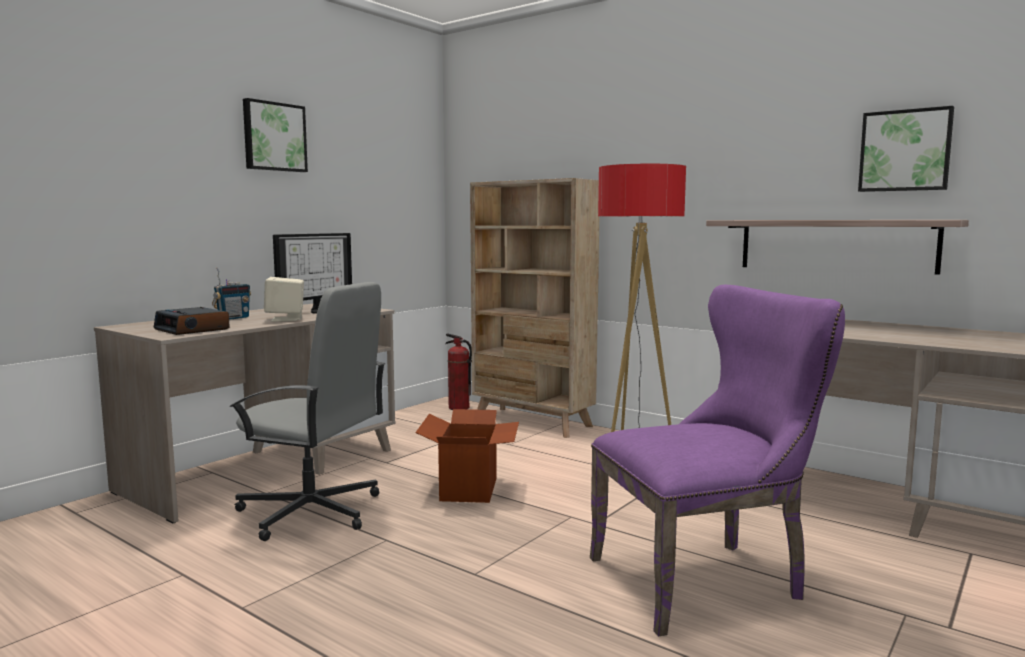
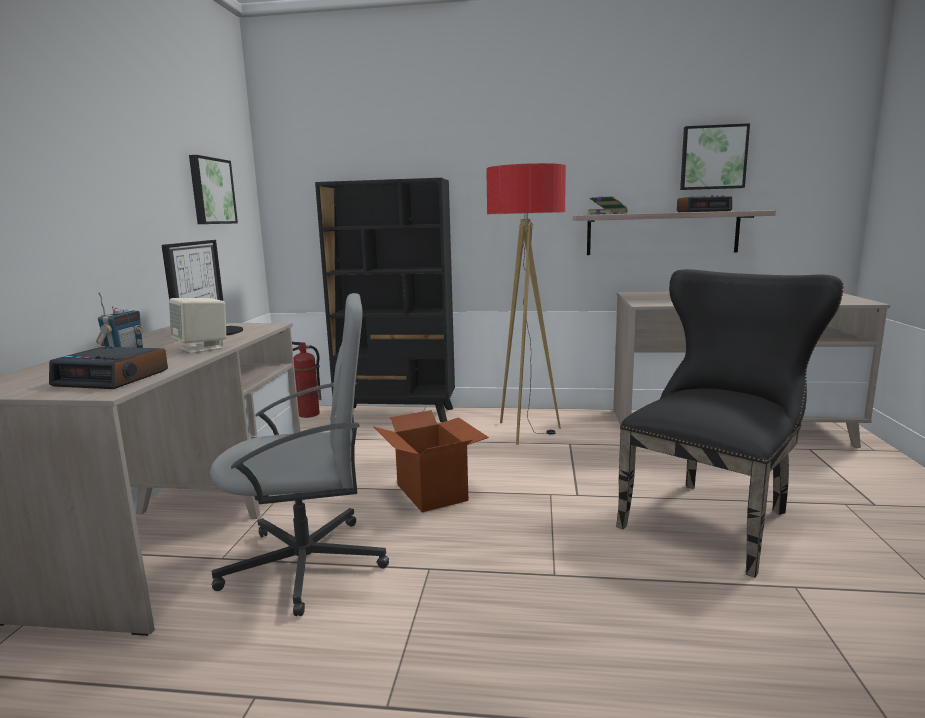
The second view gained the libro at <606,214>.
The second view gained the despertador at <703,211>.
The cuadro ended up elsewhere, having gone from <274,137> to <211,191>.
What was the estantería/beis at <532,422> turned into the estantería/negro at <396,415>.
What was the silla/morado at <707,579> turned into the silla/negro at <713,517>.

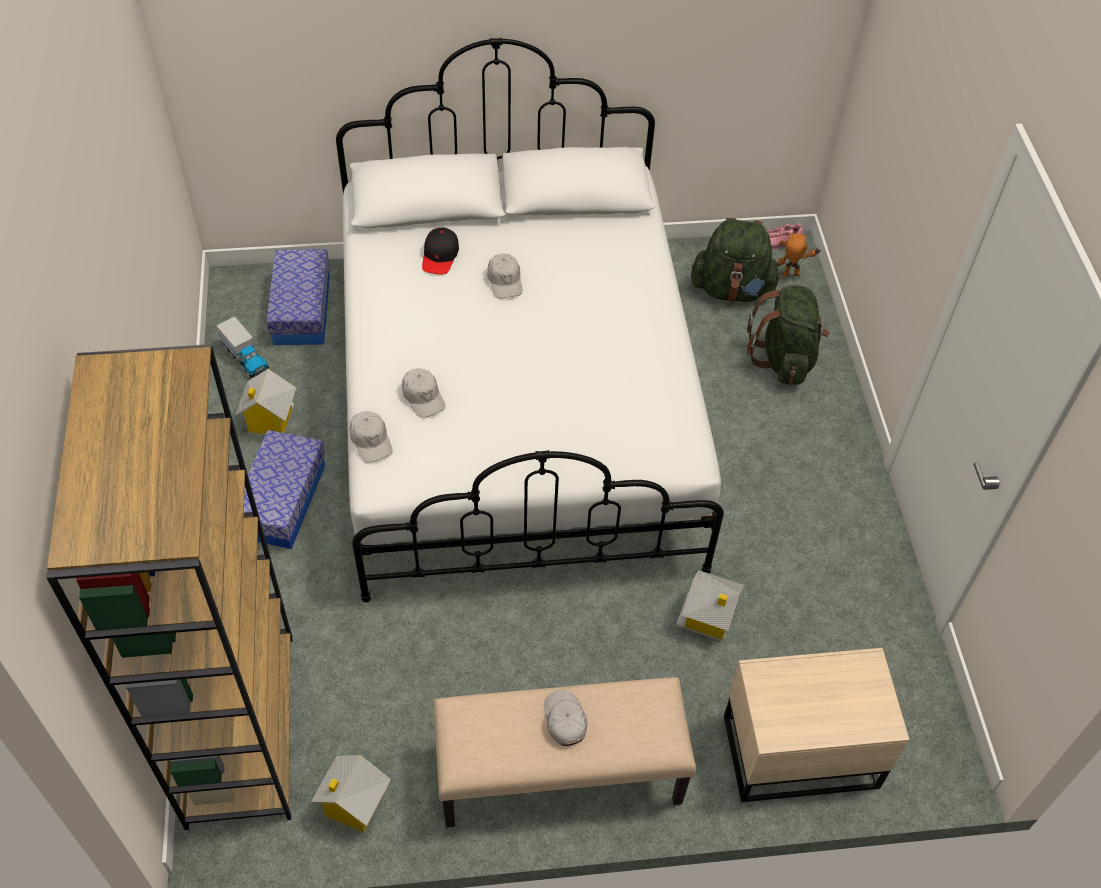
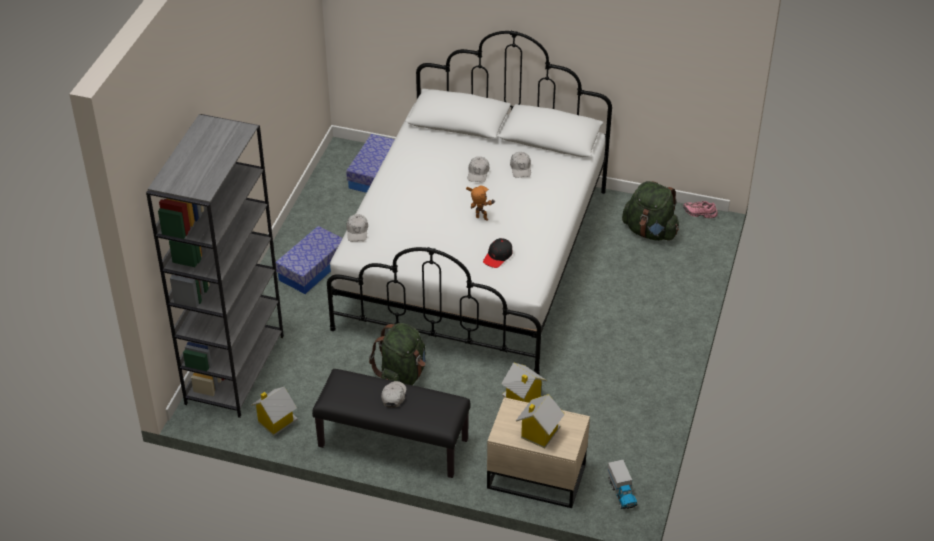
The camión de juguete ended up elsewhere, having gone from <246,358> to <622,492>.
The casita ended up elsewhere, having gone from <270,421> to <539,433>.
The gorra/blanco ended up elsewhere, having gone from <423,397> to <521,168>.
The gorra/negro ended up elsewhere, having gone from <440,256> to <498,256>.
The mochila/verde ended up elsewhere, having gone from <784,358> to <401,376>.
The robot de juguete ended up elsewhere, having gone from <792,277> to <481,220>.
What was the estantería/marrón at <240,727> turned into the estantería/gris at <234,369>.
What was the banco/beis at <559,775> turned into the banco/negro at <392,443>.

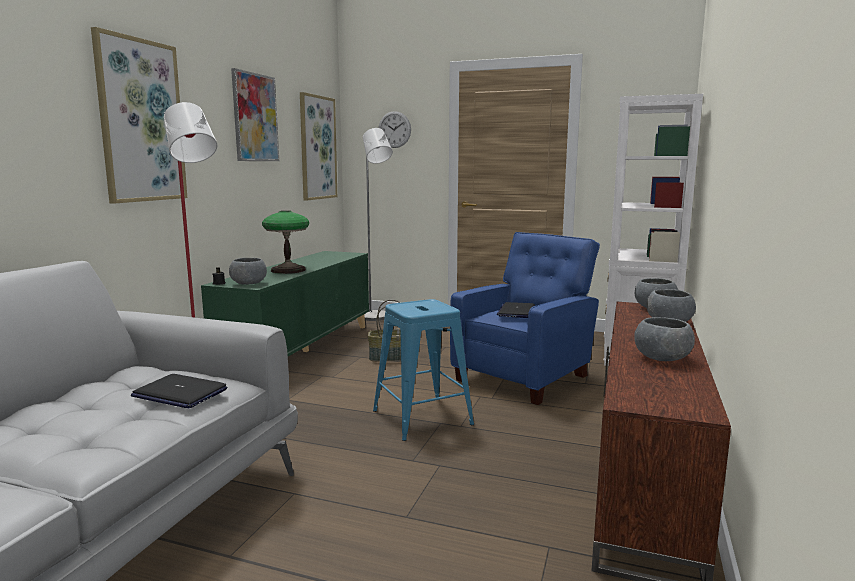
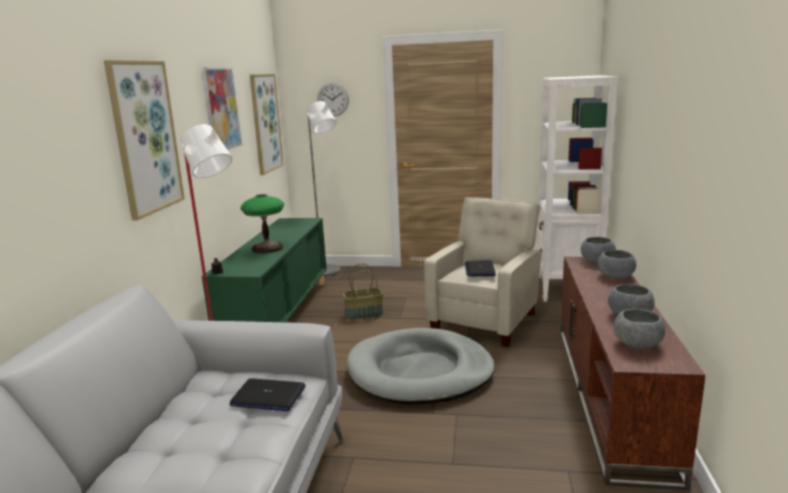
The cuenco/gris ended up elsewhere, having gone from <249,284> to <637,345>.
Where the taburete/azul stood at <421,417>, the cama para perro/gris came to stand at <420,371>.
What was the sillón/azul at <525,377> turned into the sillón/beis at <486,320>.

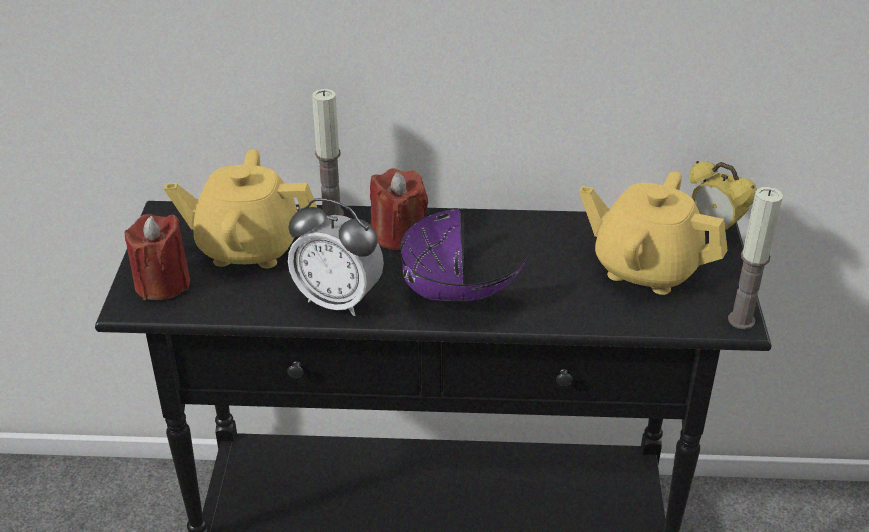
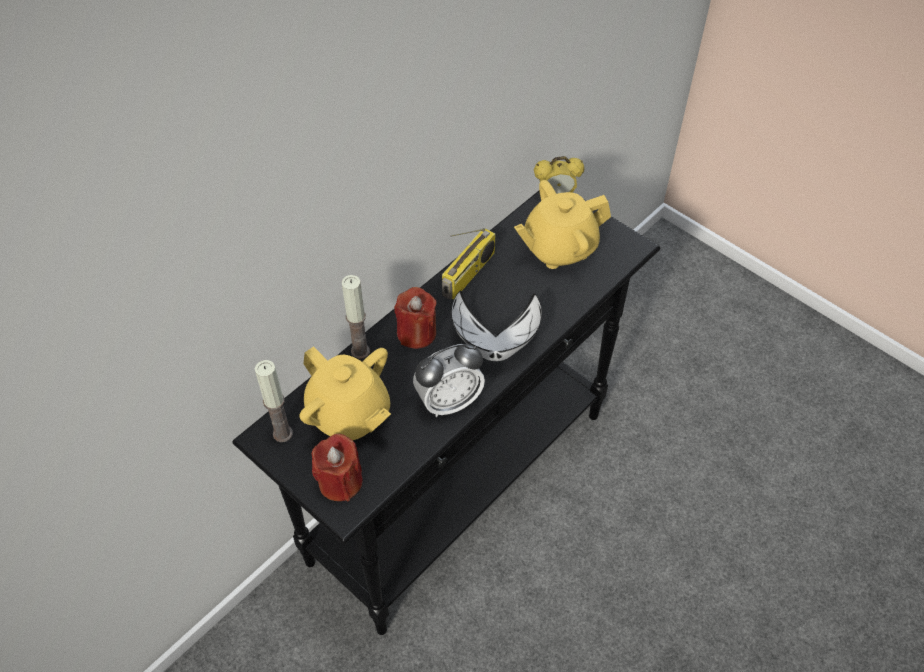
The second view gained the radio at <468,274>.
The vela ended up elsewhere, having gone from <741,320> to <283,433>.
What was the cuenco/morado at <453,293> turned into the cuenco/blanco at <496,344>.
The tetera/amarillo at <248,247> ended up facing another way, 90 degrees counterclockwise from before.

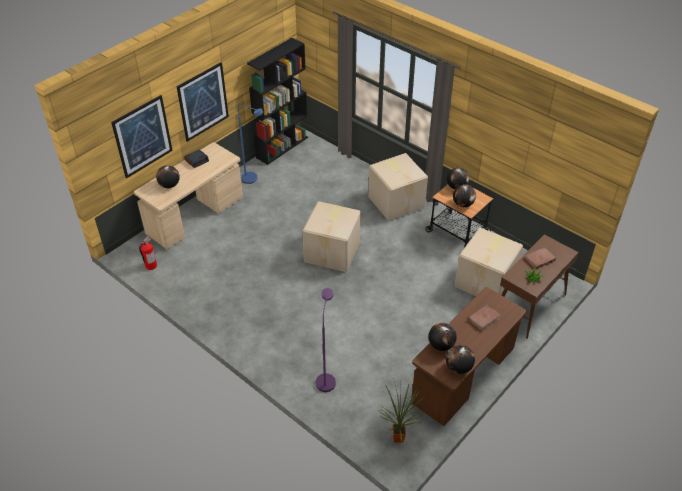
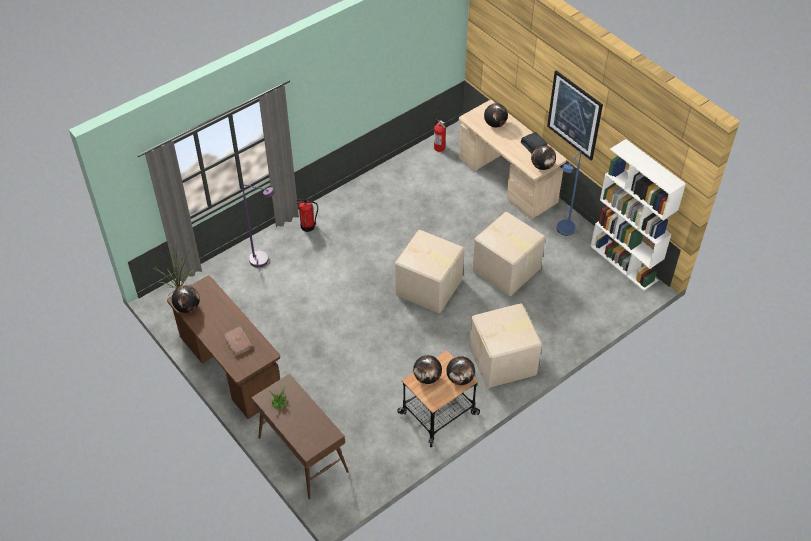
The second view lost the cuadro at <142,136>.
The second view lost the libro/marrón at <539,259>.
The second view gained the extintor at <308,226>.
The globo terráqueo ended up elsewhere, having gone from <441,345> to <542,166>.
The caja de cartón ended up elsewhere, having gone from <486,281> to <506,270>.
What was the estantería/negro at <282,147> turned into the estantería/blanco at <624,263>.

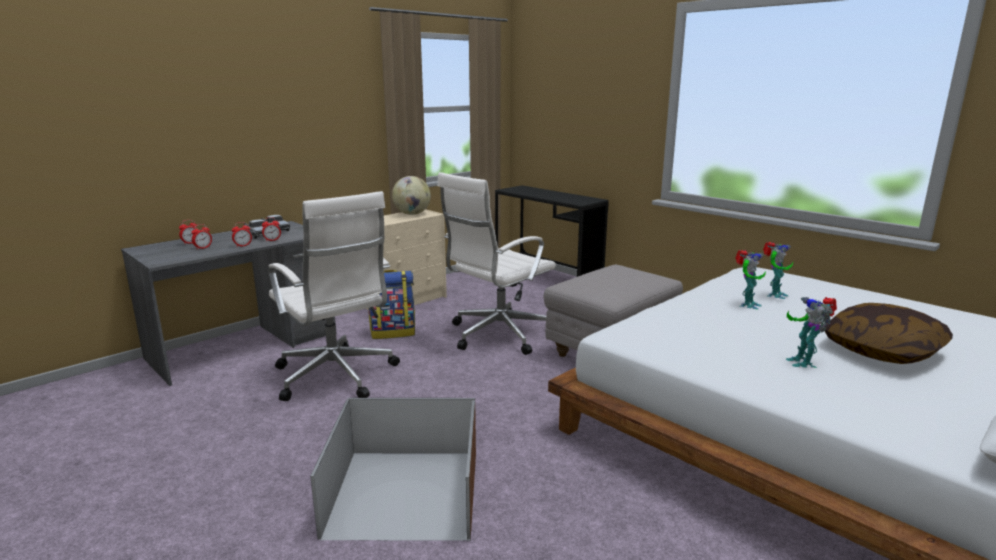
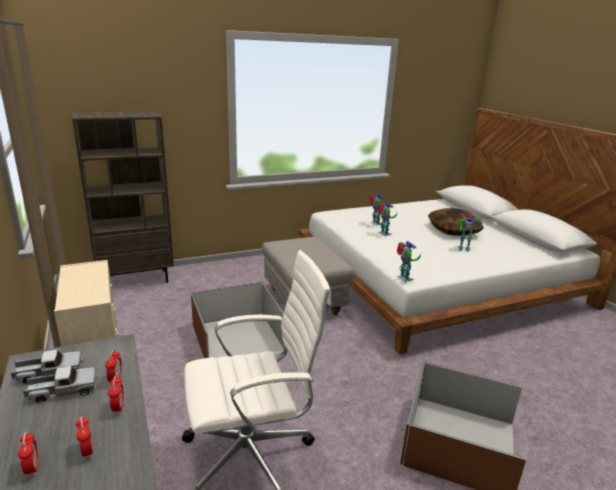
The second view lost the mochila at <393,332>.
The second view lost the globo terráqueo at <412,214>.
The second view gained the robot de juguete at <404,279>.
Where the silla de oficina/blanco stood at <497,335>, the caja de almacenaje/marrón came to stand at <236,338>.
Where the escritorio/negro stood at <547,276>, the estantería/marrón came to stand at <137,280>.

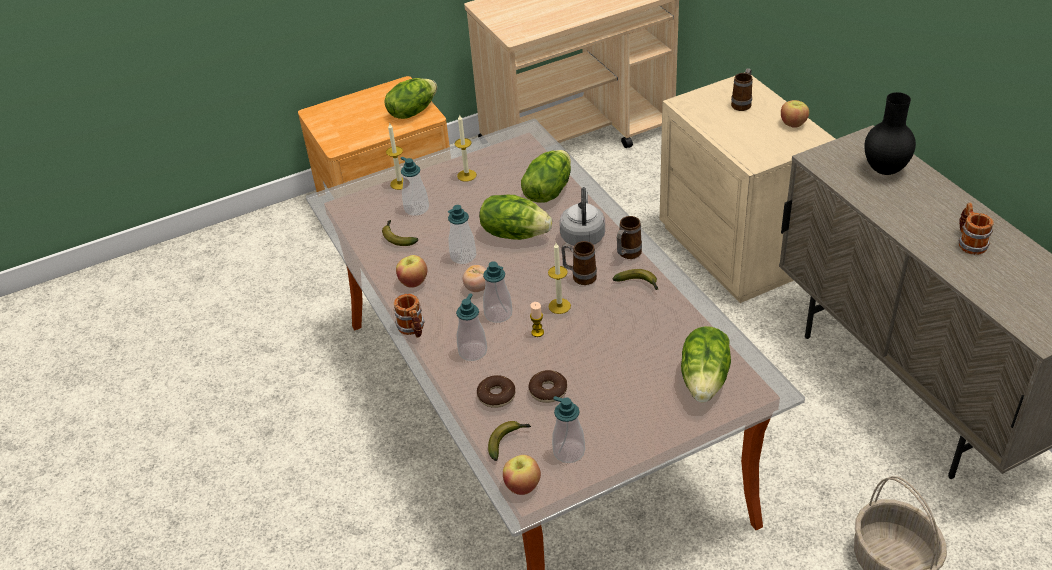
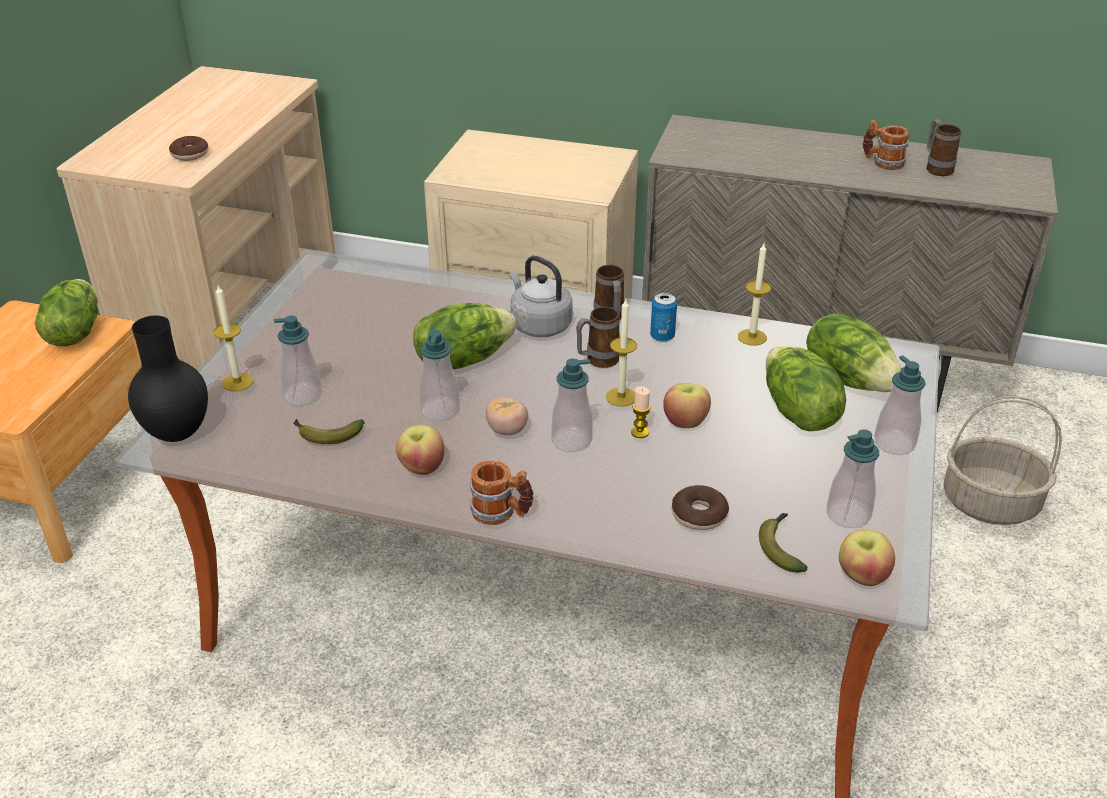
The vela ended up elsewhere, having gone from <466,175> to <752,337>.
The dispensador de jabón ended up elsewhere, having gone from <472,351> to <894,443>.
The lechuga ended up elsewhere, having gone from <547,191> to <797,412>.
The rosquilla ended up elsewhere, having gone from <548,391> to <190,154>.
The taza grande ended up elsewhere, having gone from <742,103> to <936,168>.
The manzana ended up elsewhere, having gone from <793,123> to <685,421>.
The florero/negro ended up elsewhere, having gone from <884,169> to <176,433>.
Where the plátano stood at <639,284>, the lata came to stand at <662,336>.

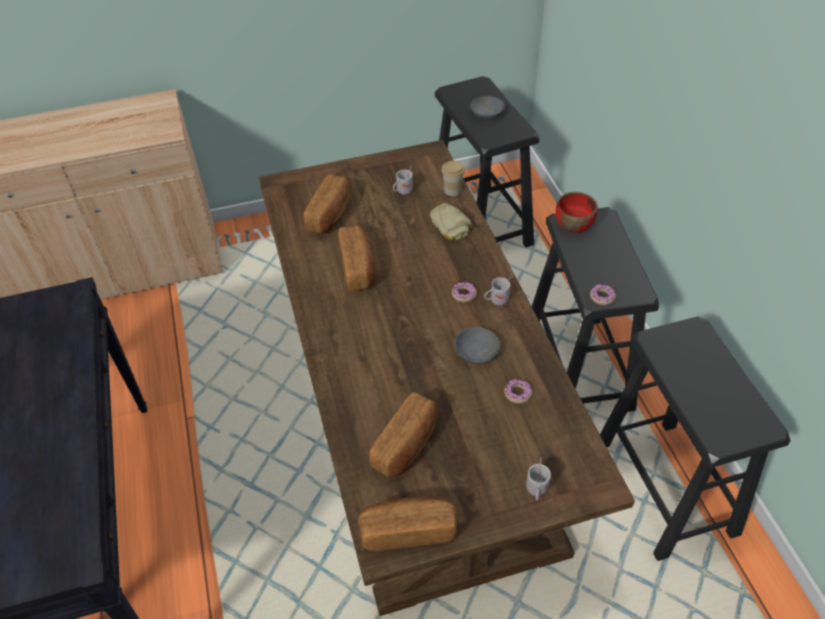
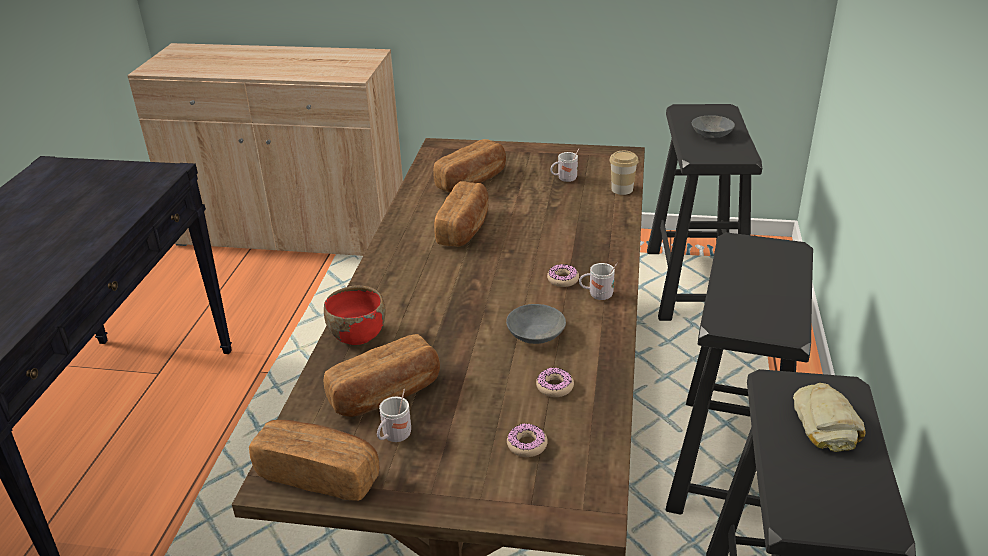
The pan ended up elsewhere, having gone from <450,225> to <826,423>.
The taza grande/blanco ended up elsewhere, having gone from <536,491> to <394,437>.
The cuenco/rojo ended up elsewhere, having gone from <573,225> to <357,335>.
The rosquilla ended up elsewhere, having gone from <602,297> to <527,445>.

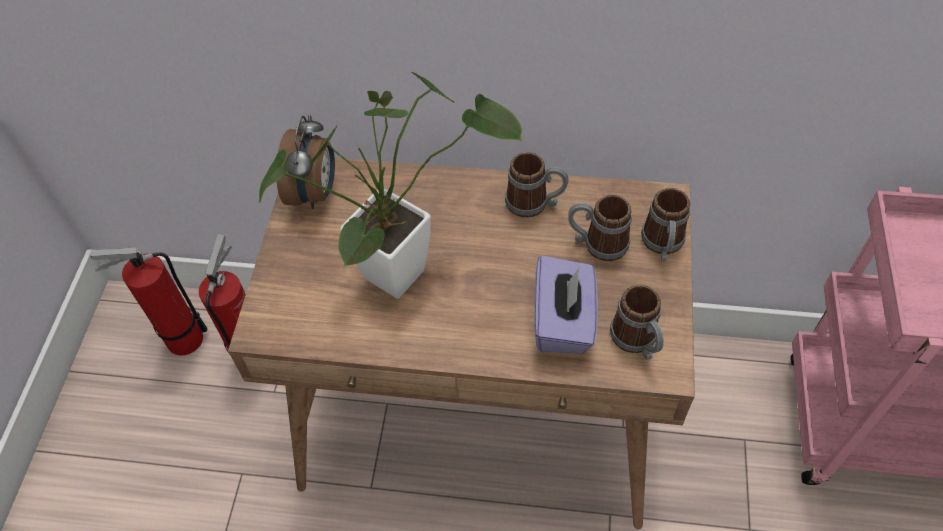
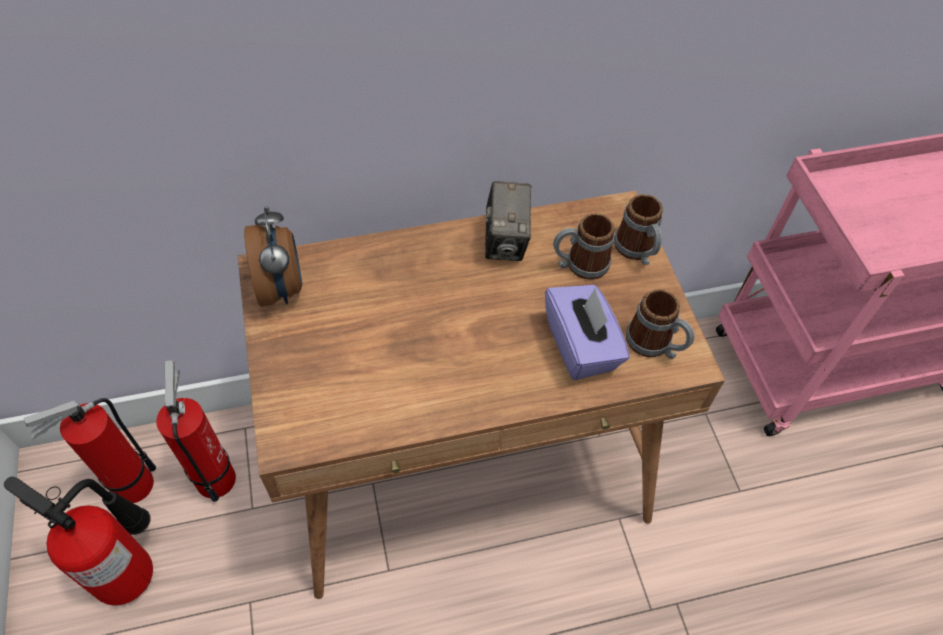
The second view lost the planta en maceta at <404,266>.
The second view gained the extintor at <129,568>.
Where the taza grande stood at <535,203>, the cámara came to stand at <505,242>.

